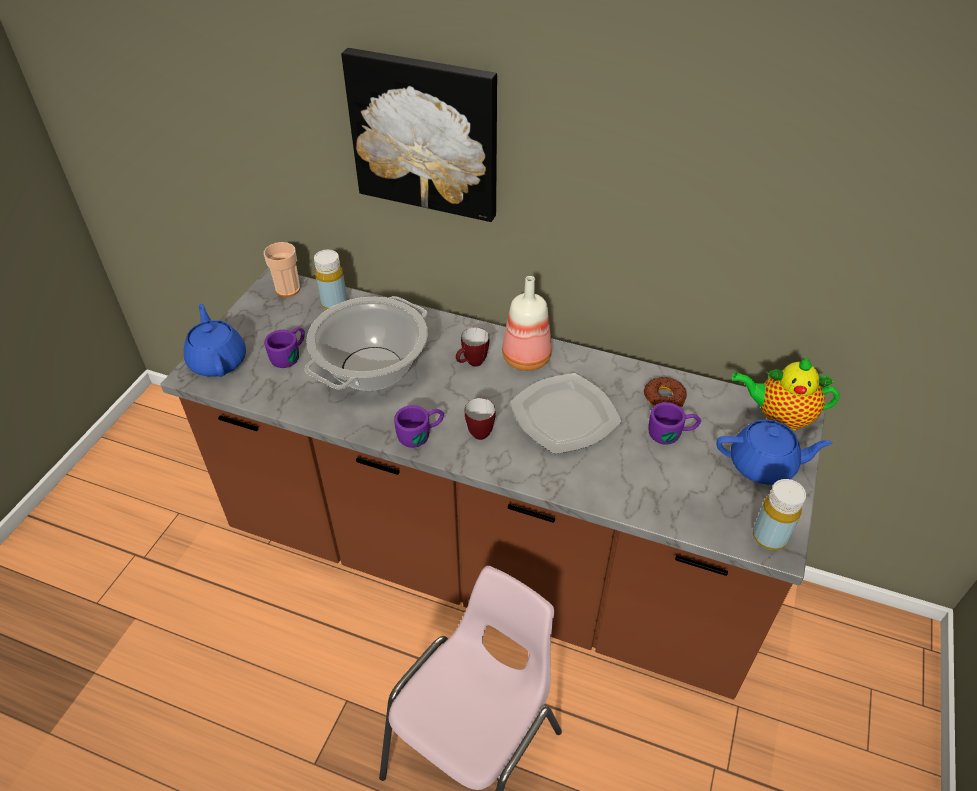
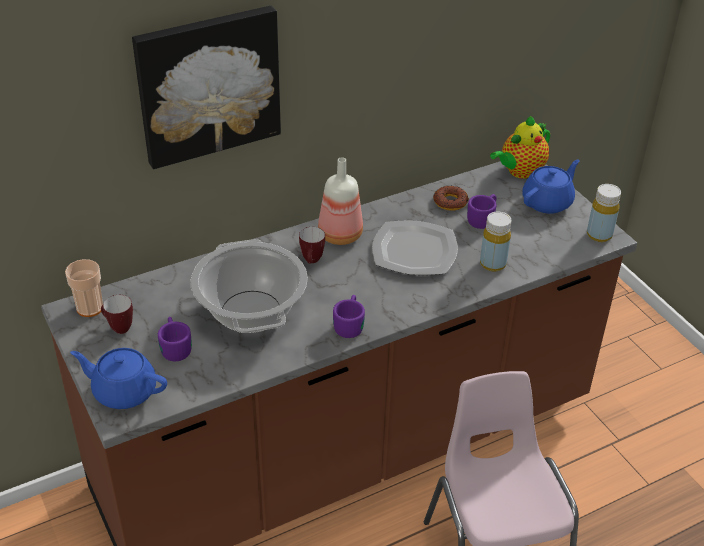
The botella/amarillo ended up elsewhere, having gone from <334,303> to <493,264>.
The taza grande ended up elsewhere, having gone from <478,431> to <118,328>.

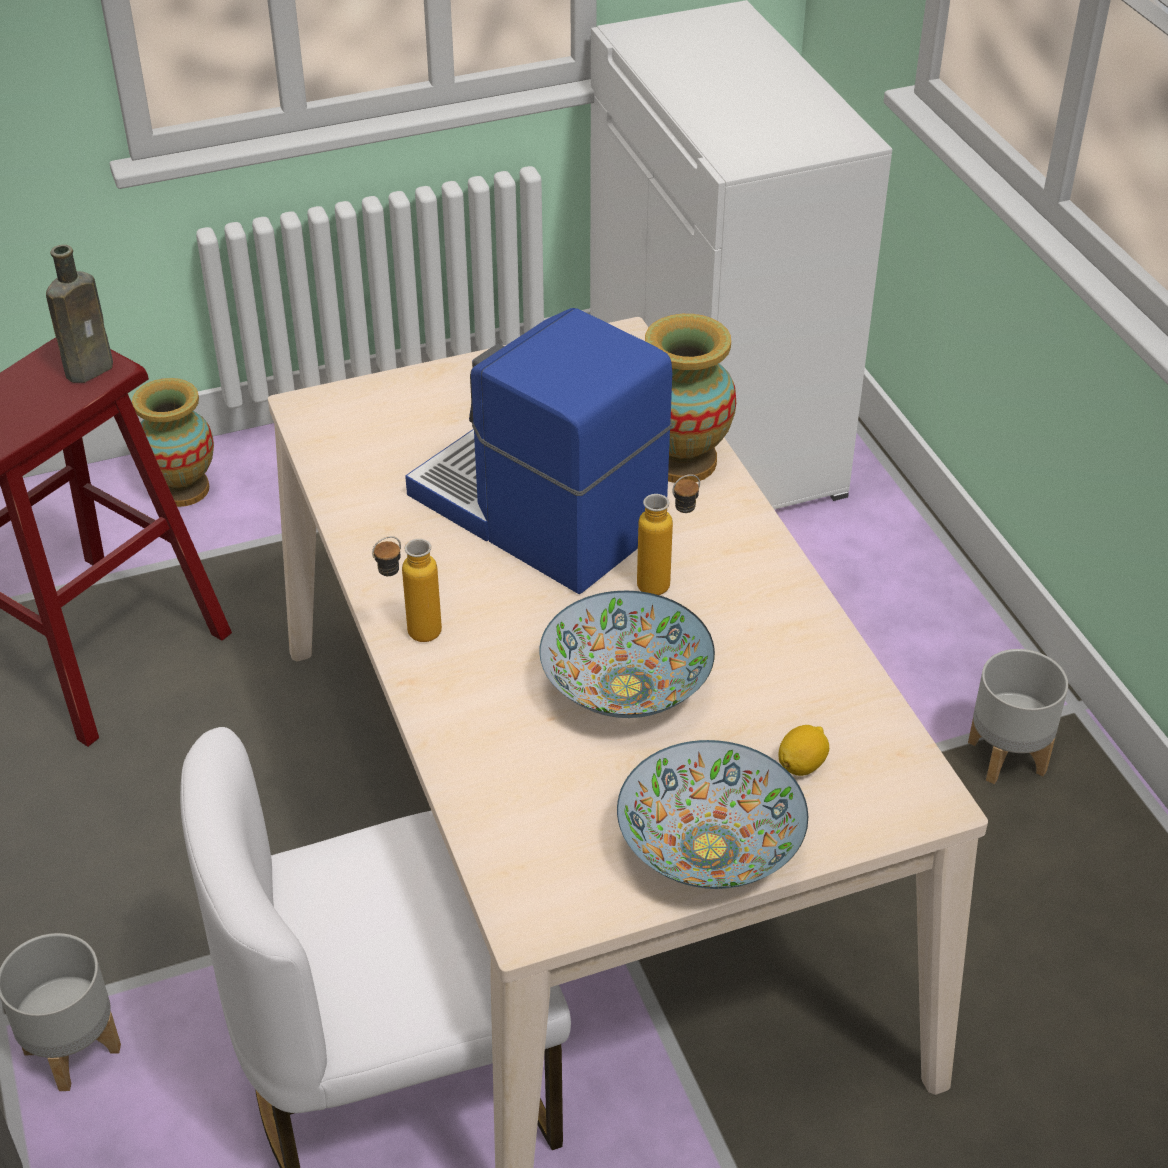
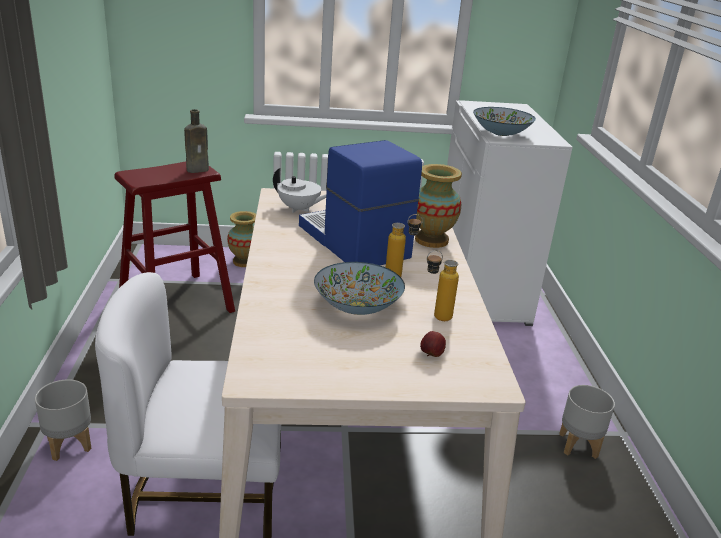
The second view gained the tetera/blanco at <299,209>.
The botella ended up elsewhere, having gone from <411,636> to <435,317>.
The cuenco ended up elsewhere, having gone from <710,848> to <501,133>.
Where the limón stood at <802,764>, the manzana came to stand at <431,355>.

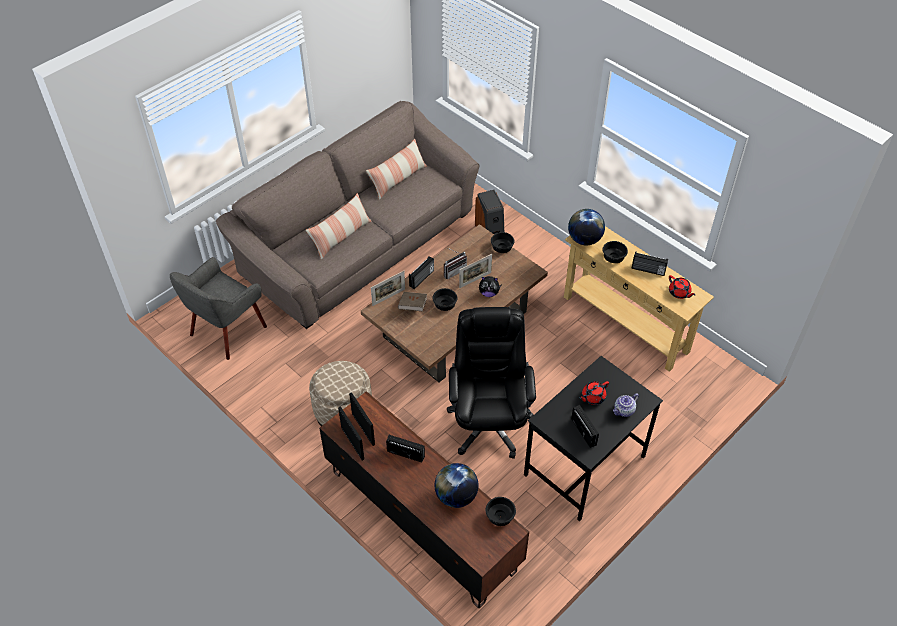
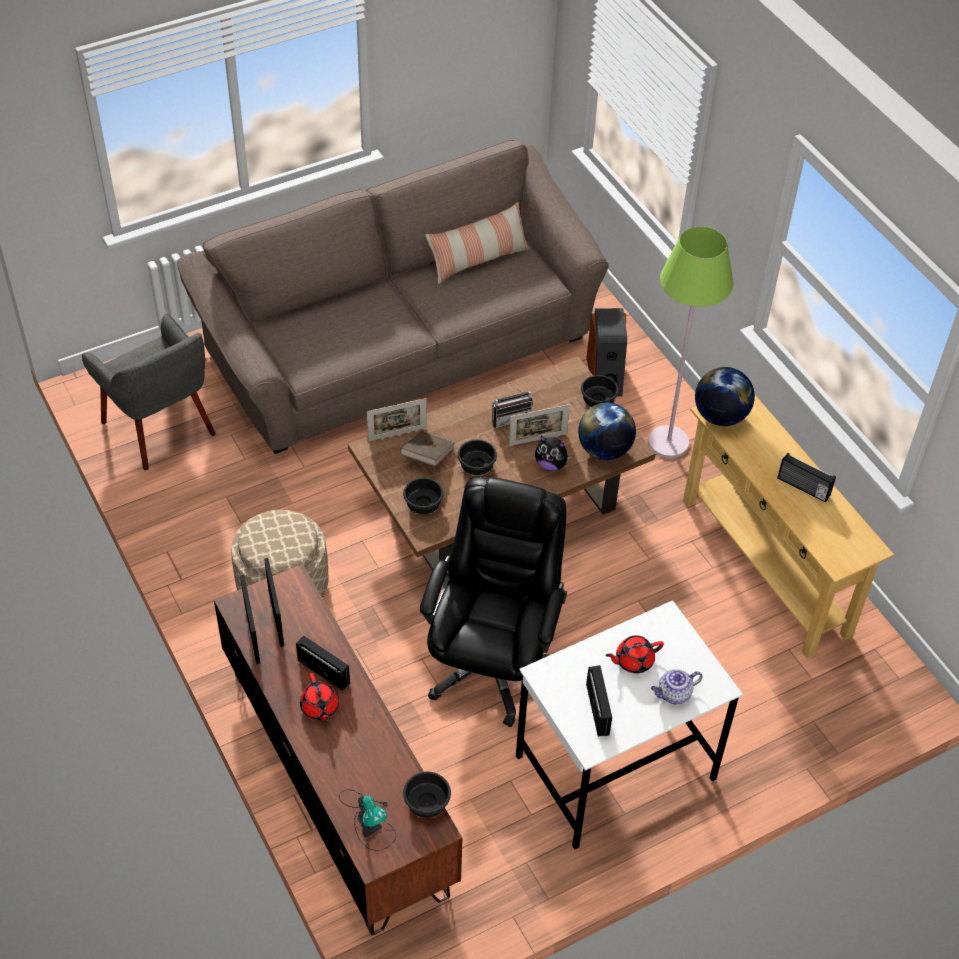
The second view lost the cojín at <341,236>.
The second view lost the radio at <422,278>.
The second view gained the lámpara de mesa at <368,820>.
The second view gained the lámpara de pie/verde at <668,442>.
The globo terráqueo ended up elsewhere, having gone from <456,496> to <604,450>.
The cuenco/negro ended up elsewhere, having gone from <614,257> to <424,504>.
The tetera/rojo ended up elsewhere, having gone from <679,293> to <320,707>.
What was the escritorio/negro at <584,466> turned into the escritorio/blanco at <615,769>.
The sillón/gris at <227,330> ended up facing another way, 90 degrees counterclockwise from before.

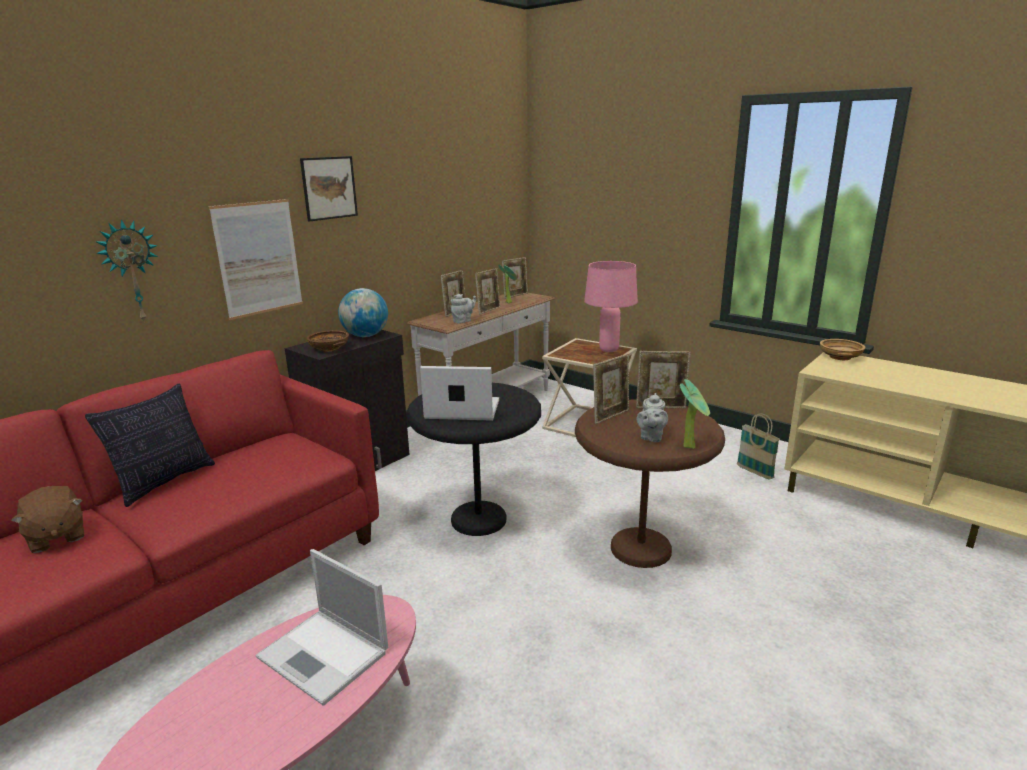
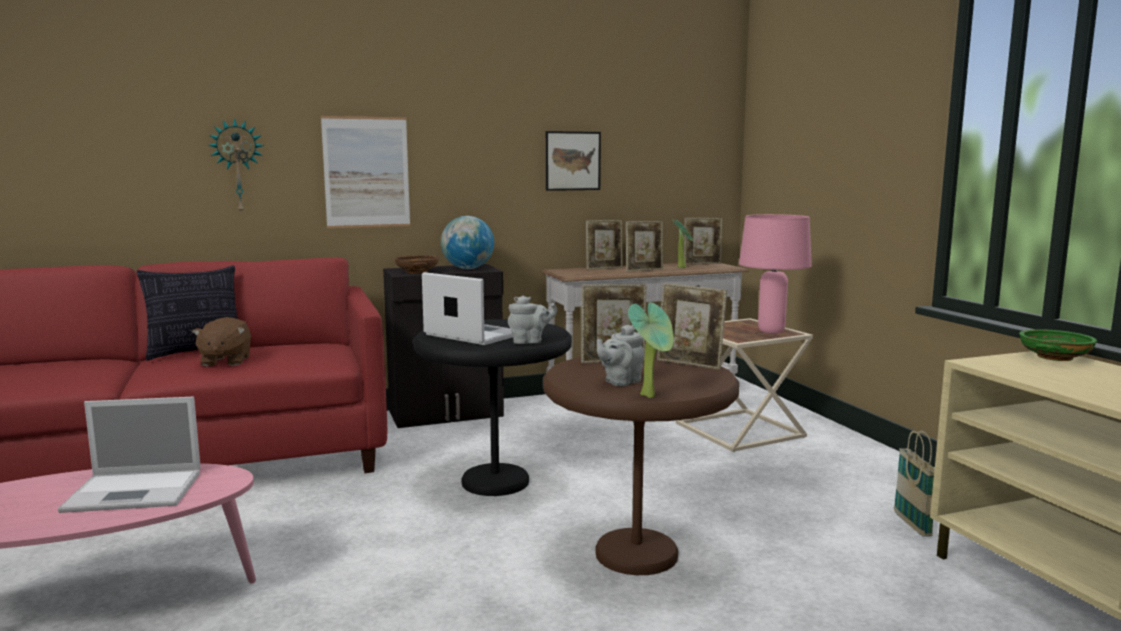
The peluche/marrón ended up elsewhere, having gone from <56,537> to <225,361>.
The cuadro ended up elsewhere, having gone from <329,188> to <572,161>.
The tetera/gris ended up elsewhere, having gone from <463,321> to <530,342>.
What was the cuenco/beis at <839,357> turned into the cuenco/verde at <1054,357>.
The portátil at <325,655> ended up facing another way, 75 degrees counterclockwise from before.

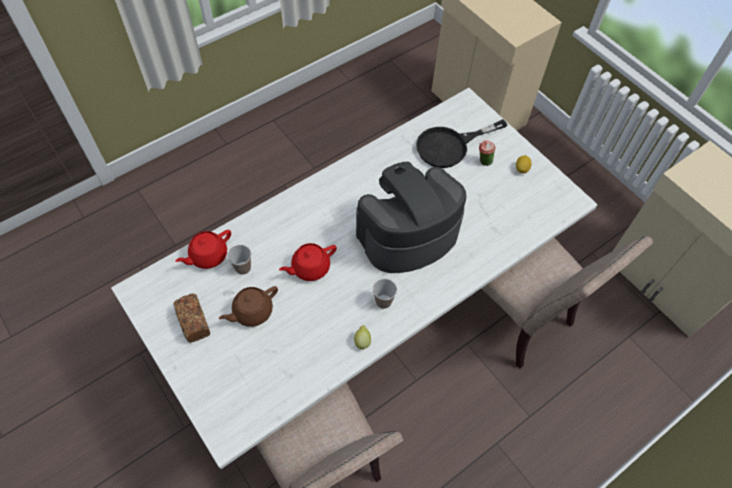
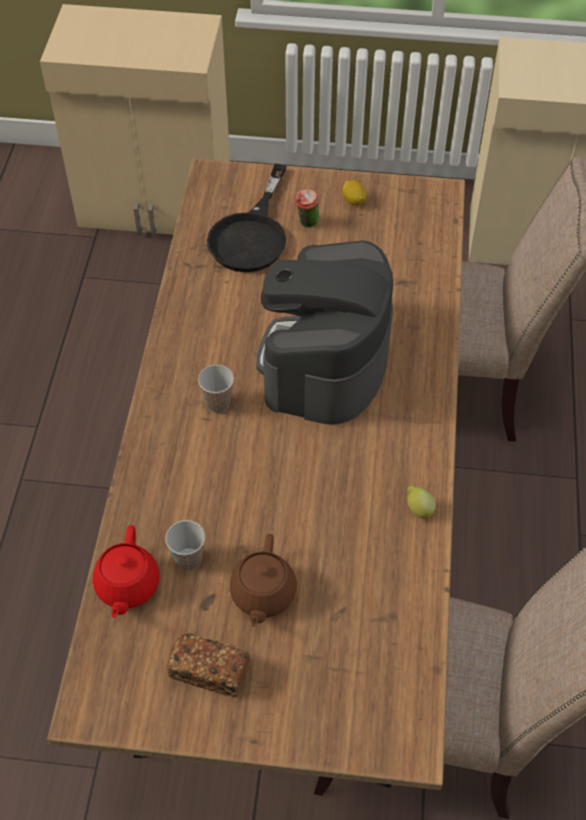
The second view lost the tetera/rojo at <310,267>.
The taza ended up elsewhere, having gone from <383,301> to <218,403>.
What was the mesa de comedor/blanco at <363,311> turned into the mesa de comedor/marrón at <293,533>.

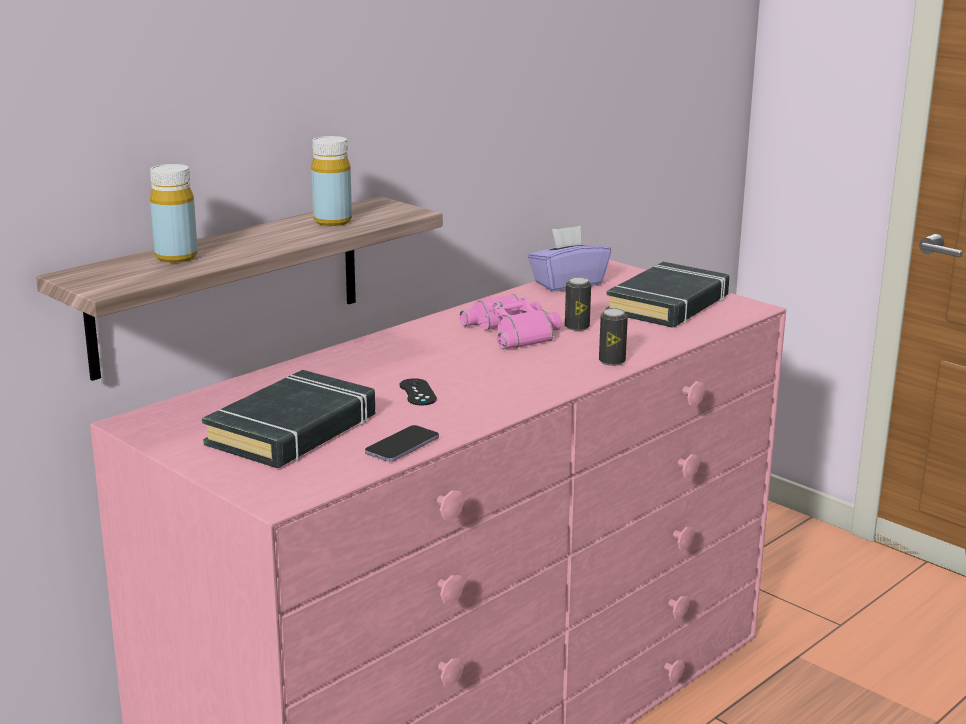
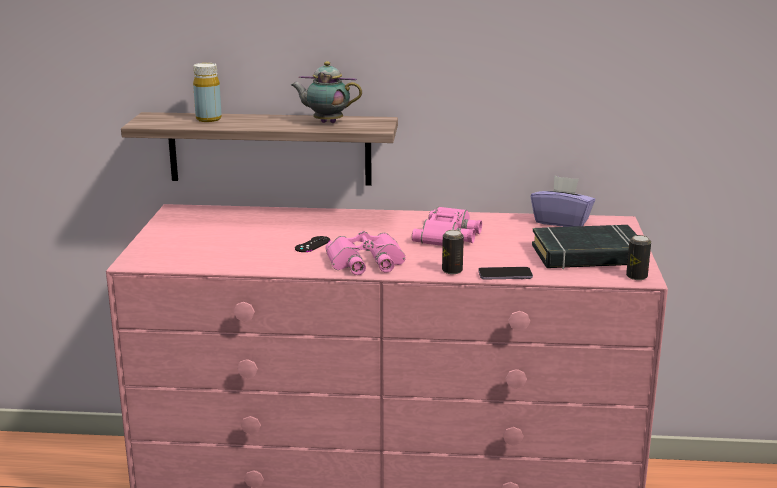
The second view lost the libro/negro at <293,430>.
The second view gained the prismáticos/rosa at <366,263>.
The móvil ended up elsewhere, having gone from <402,446> to <505,275>.
The lata ended up elsewhere, having gone from <577,327> to <636,276>.
Where the botella/amarillo stood at <332,221>, the tetera came to stand at <326,122>.

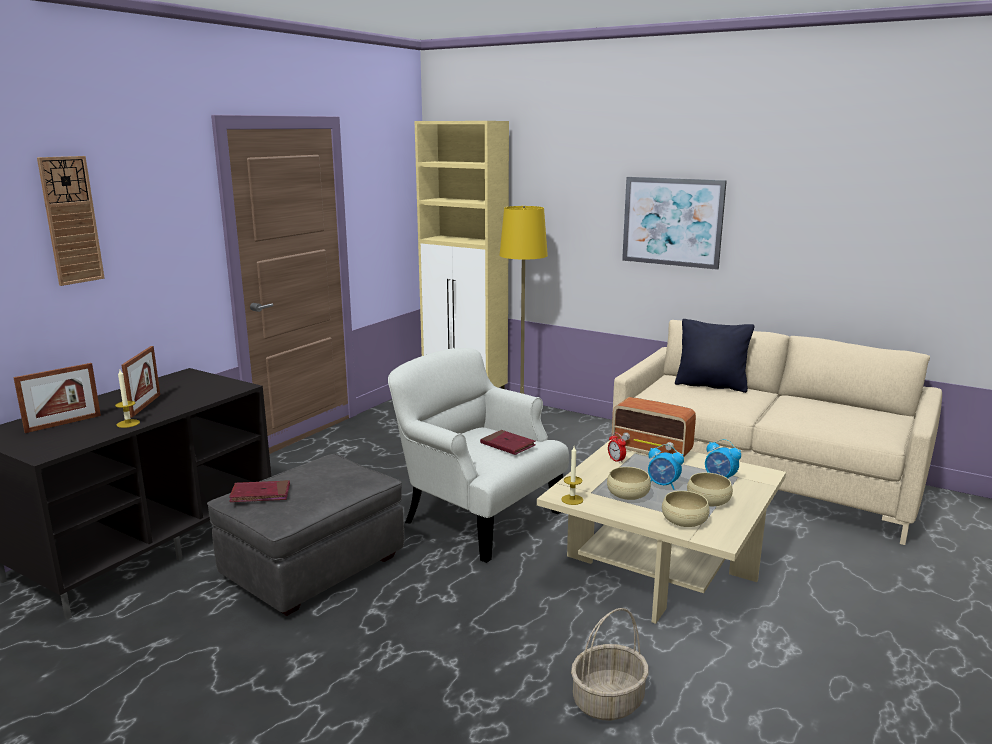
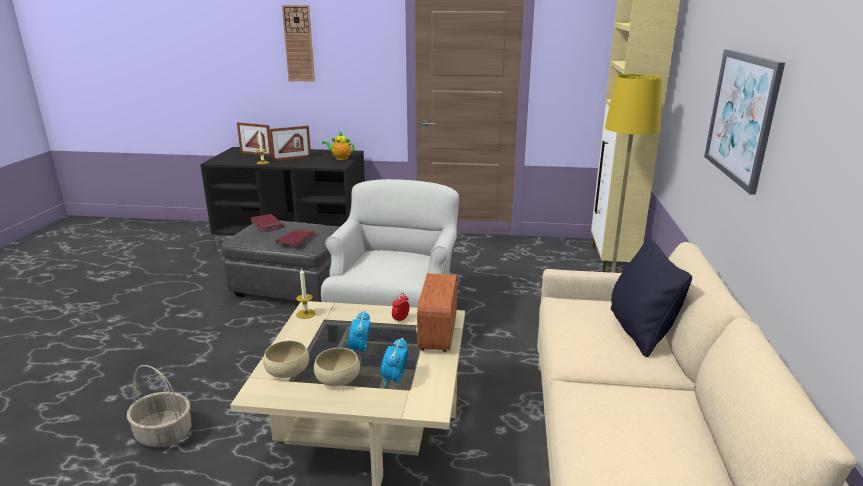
The second view lost the cuenco/beis at <627,494>.
The second view gained the tetera at <340,158>.
The libro/rojo ended up elsewhere, having gone from <507,445> to <296,239>.

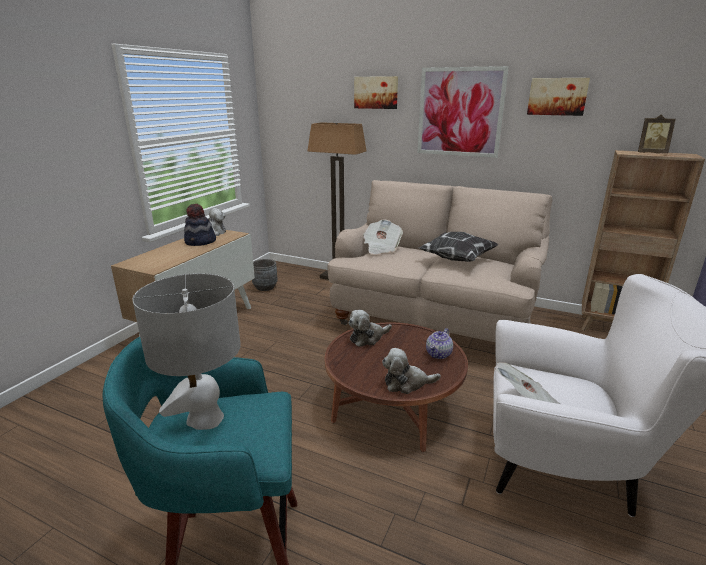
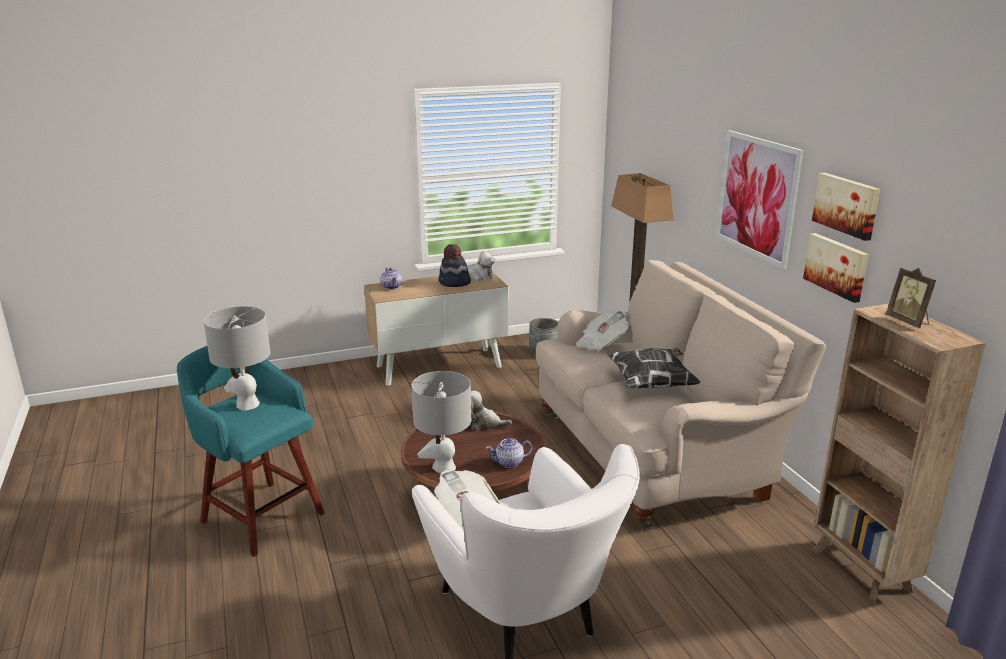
The second view gained the tetera at <391,287>.
The cuadro ended up elsewhere, having gone from <376,92> to <837,266>.
Where the peluche stood at <406,383>, the lámpara de mesa/gris came to stand at <444,467>.

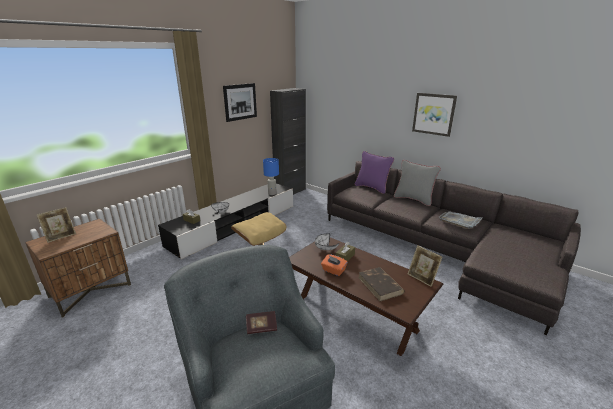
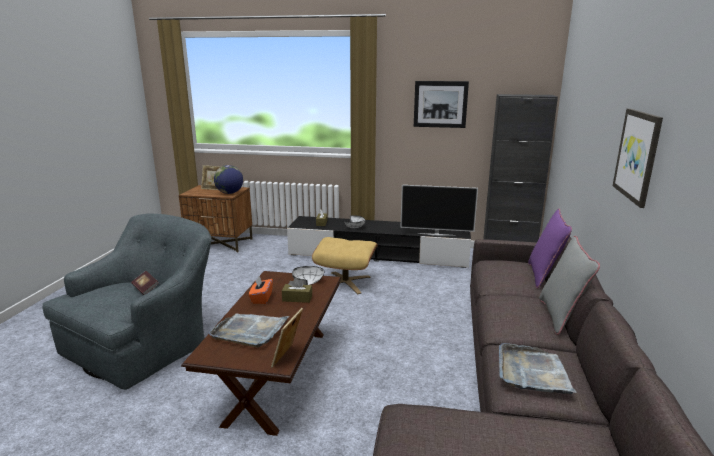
The second view gained the globo terráqueo at <229,193>.
Where the lámpara de mesa/azul stood at <272,193>, the televisor came to stand at <436,234>.
Where the libro/marrón stood at <380,285>, the bandeja/gris came to stand at <250,331>.

